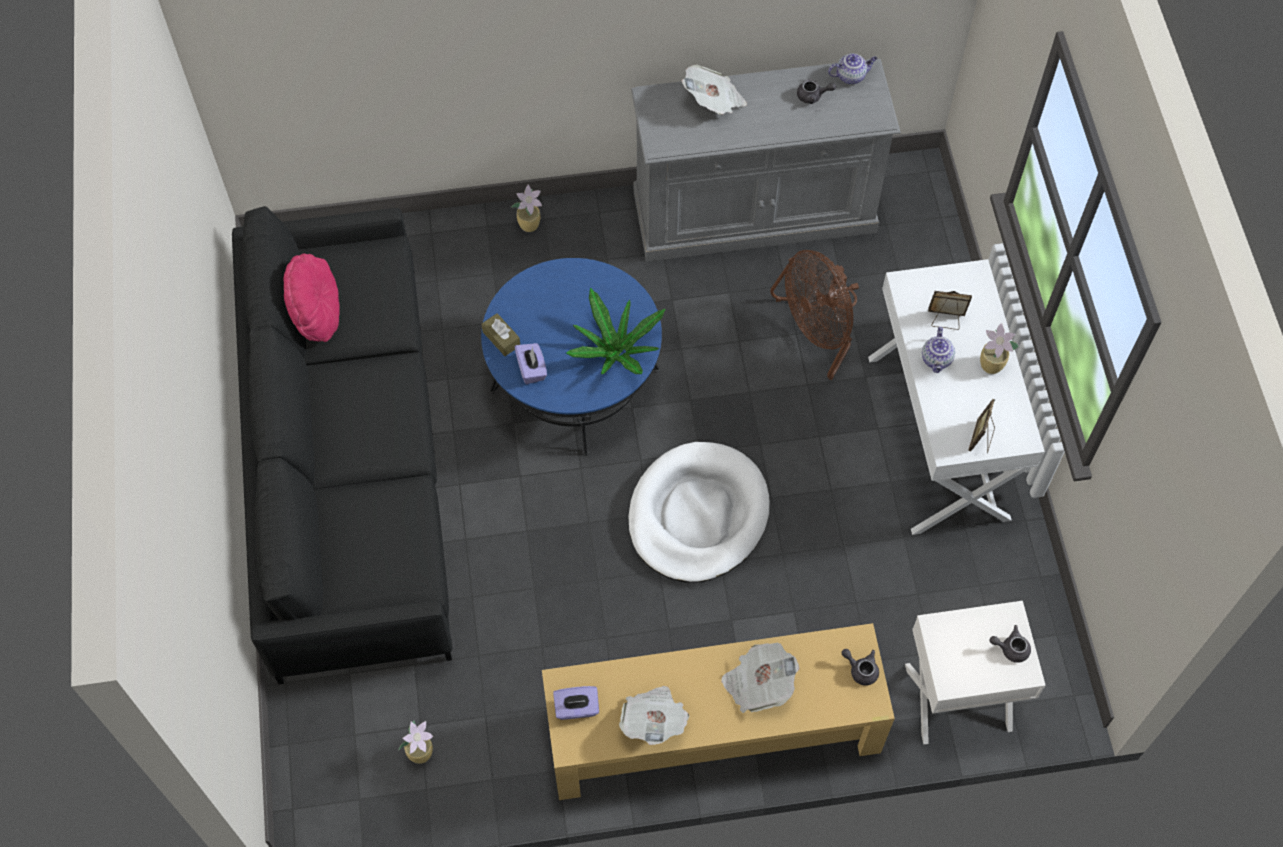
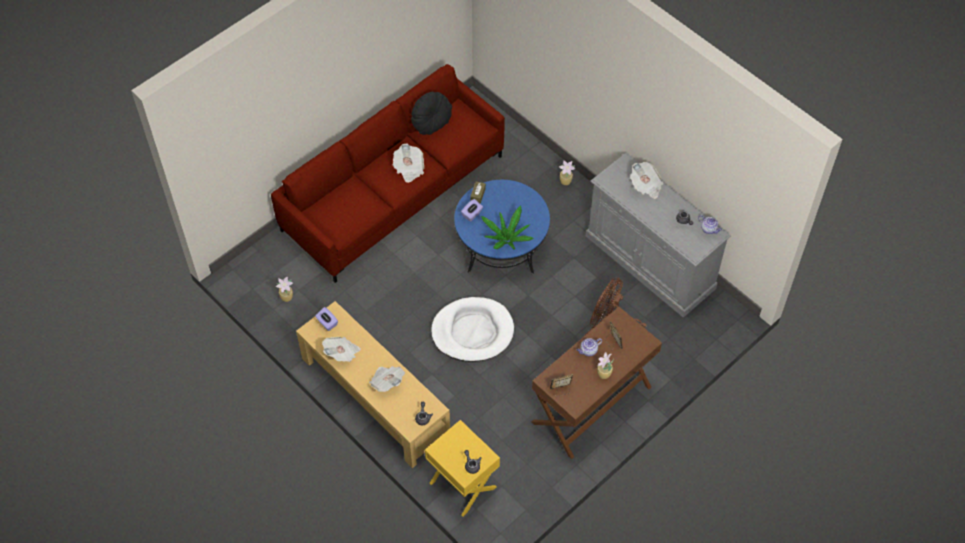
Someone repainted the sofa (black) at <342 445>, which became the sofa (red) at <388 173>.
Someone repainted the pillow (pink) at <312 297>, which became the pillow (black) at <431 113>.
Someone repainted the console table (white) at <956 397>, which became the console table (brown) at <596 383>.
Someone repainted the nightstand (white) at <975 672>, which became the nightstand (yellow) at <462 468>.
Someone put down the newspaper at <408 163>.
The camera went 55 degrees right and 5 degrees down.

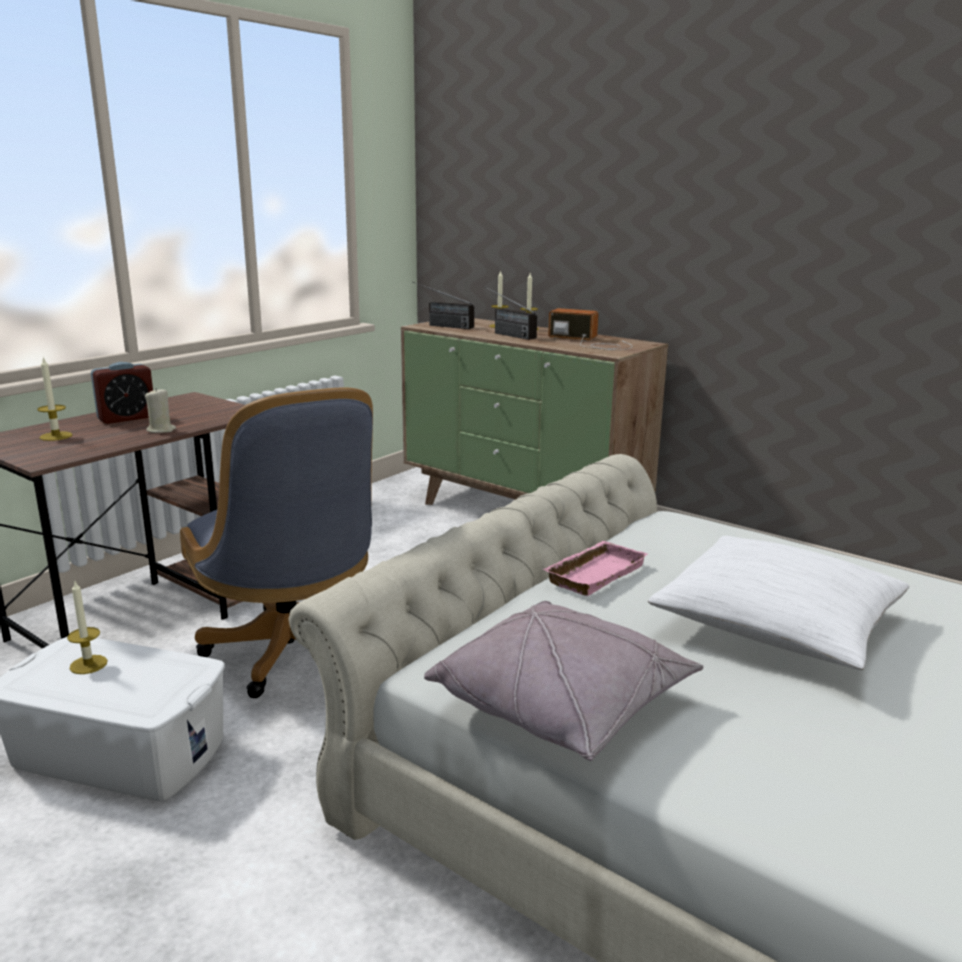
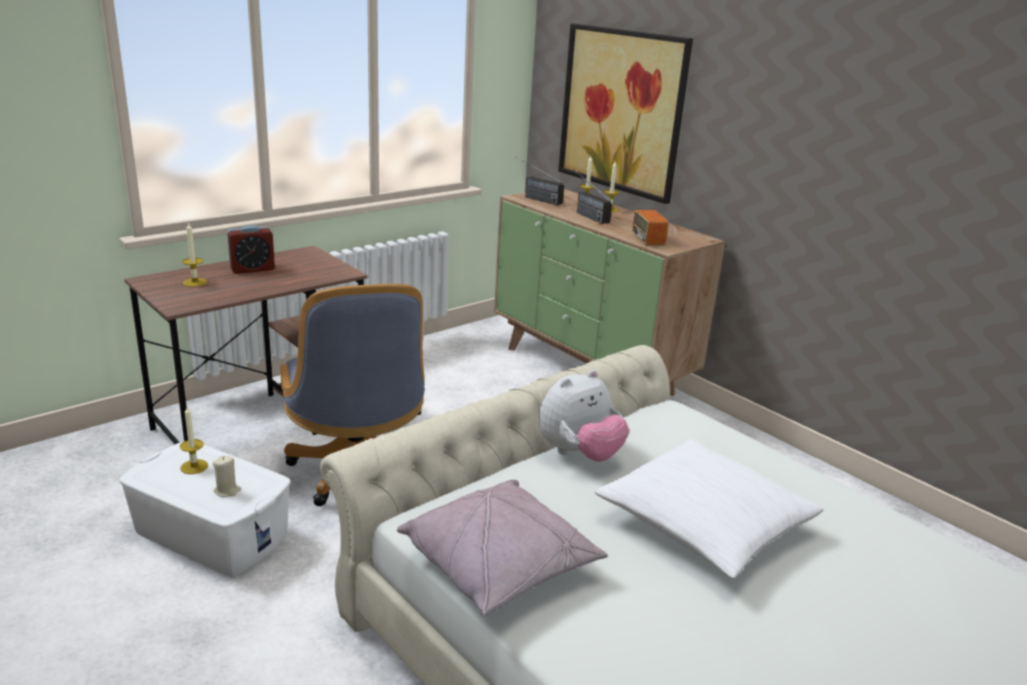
Someone carried the candle (beige) from <160 410> to <227 476>.
Someone swapped the tray (pink) at <594 568> for the plush toy at <584 416>.
Someone rotated the radio at <590 329> by 135 degrees counterclockwise.
Someone put up the picture at <625 114>.
The camera went 10 degrees right and 5 degrees up.

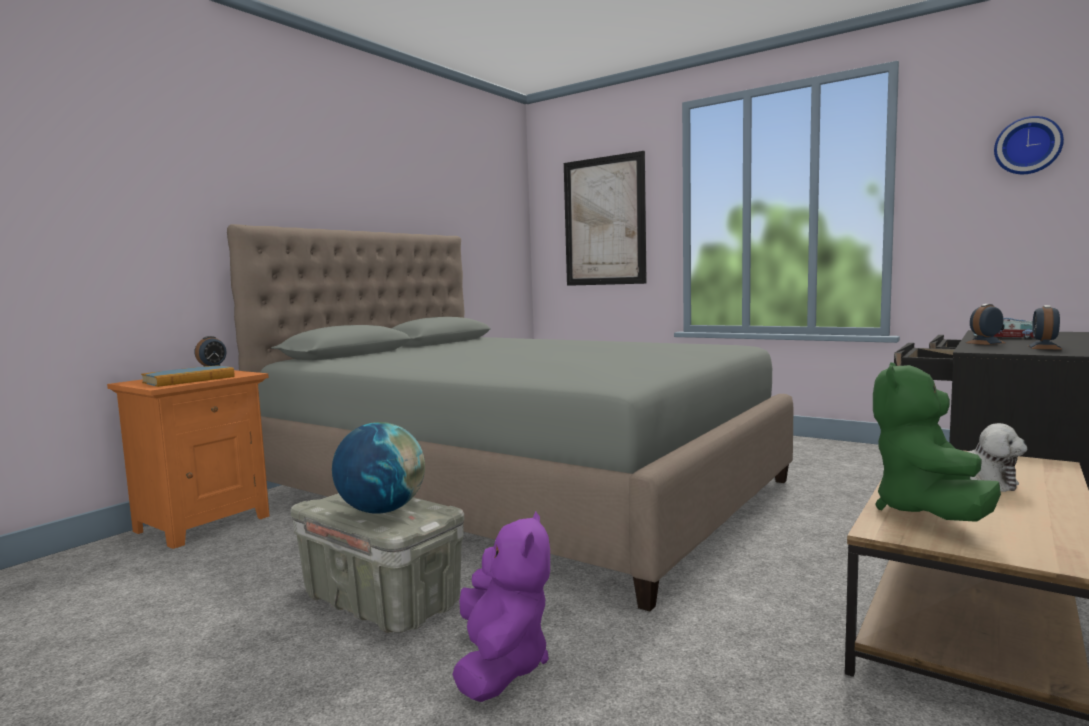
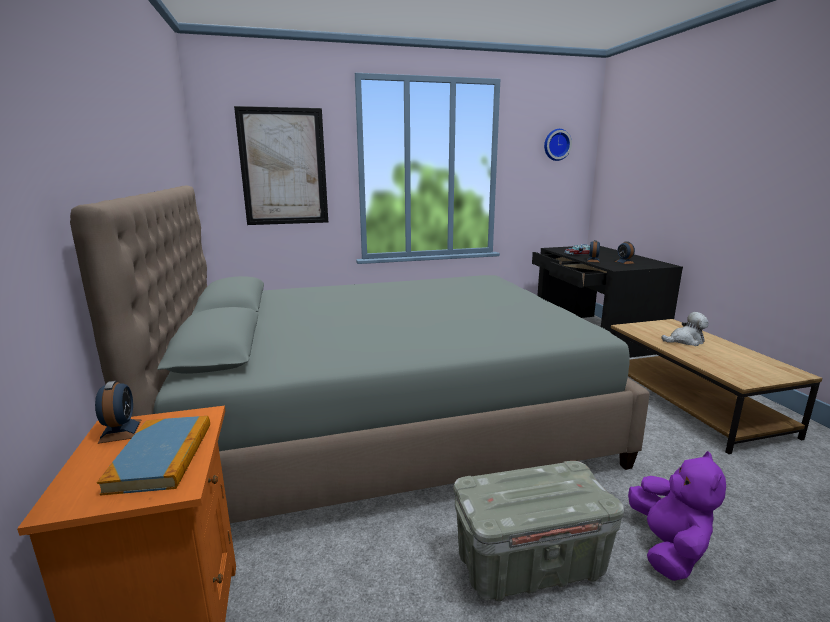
Someone took away the globe at <378 468>.
Someone rotated the plush toy (purple) at <501 606> by 60 degrees clockwise.
Someone took away the plush toy (green) at <937 442>.
The camera went 50 degrees left and 10 degrees up.

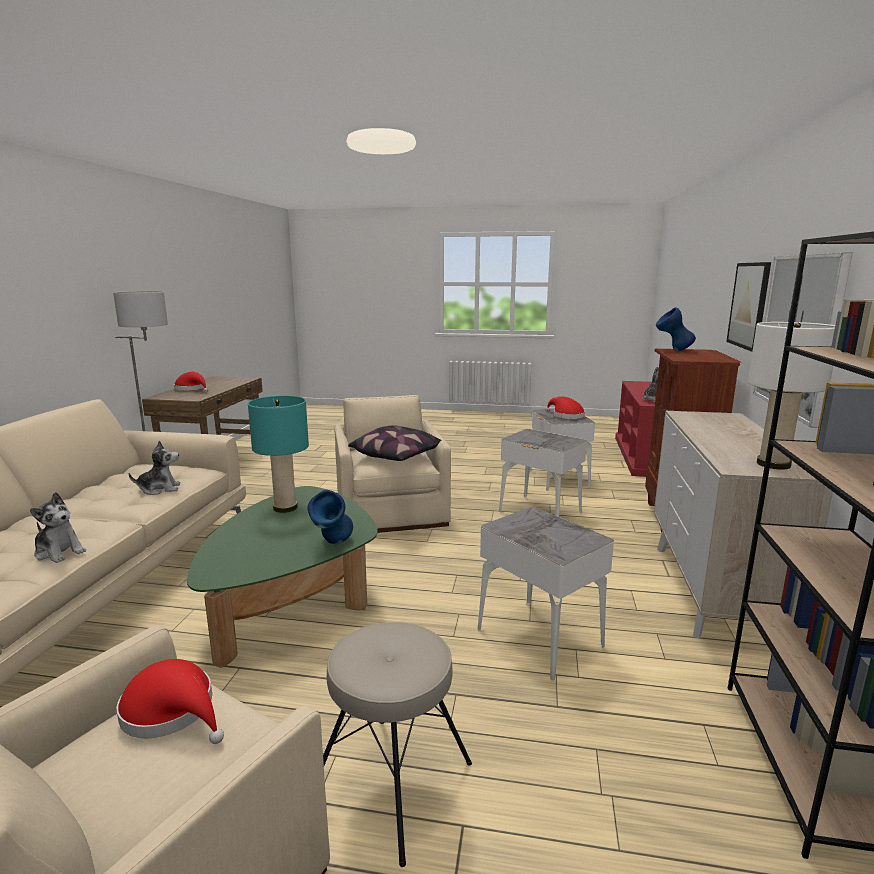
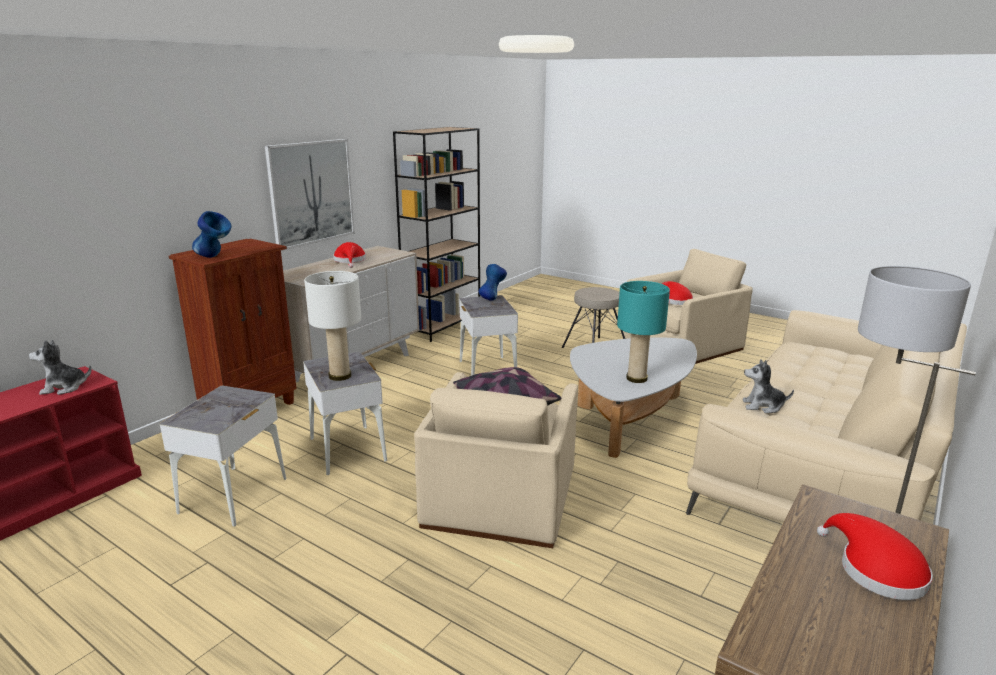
Someone took away the plush toy at <58 527>.
Someone repainted the coffee table (green) at <282 577>, which became the coffee table (white) at <633 397>.
Someone carried the vase (blue) from <330 517> to <492 282>.
Someone carried the hat (red) from <565 407> to <349 255>.
Someone took away the picture at <748 307>.
Someone carried the table lamp (white) from <791 396> to <332 326>.
The camera went 155 degrees left and 5 degrees up.

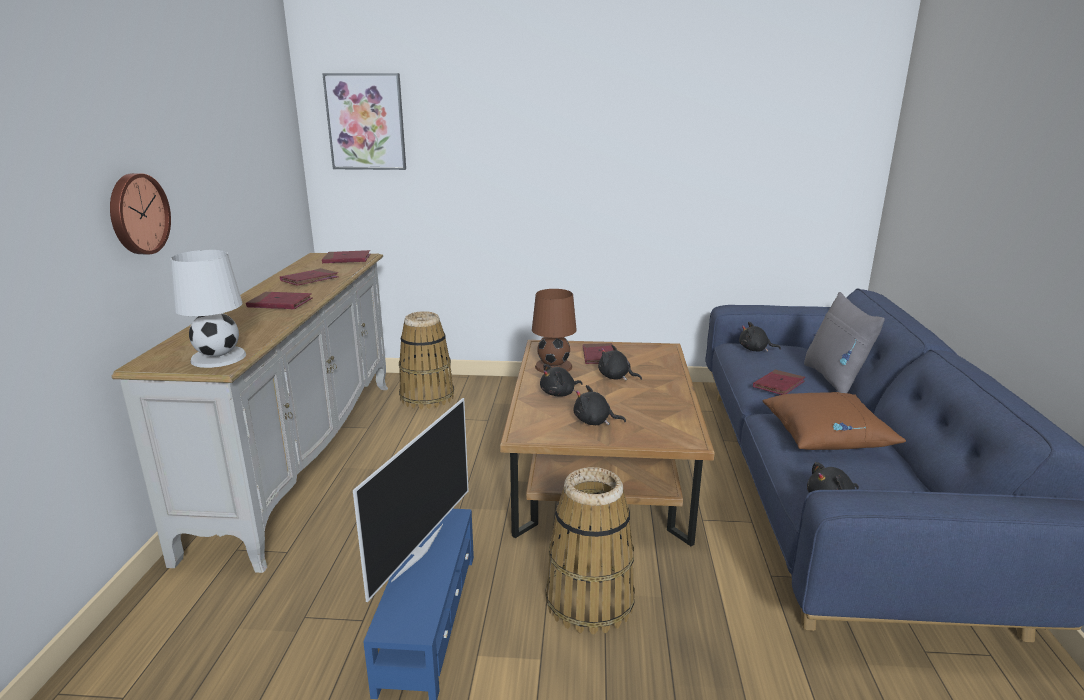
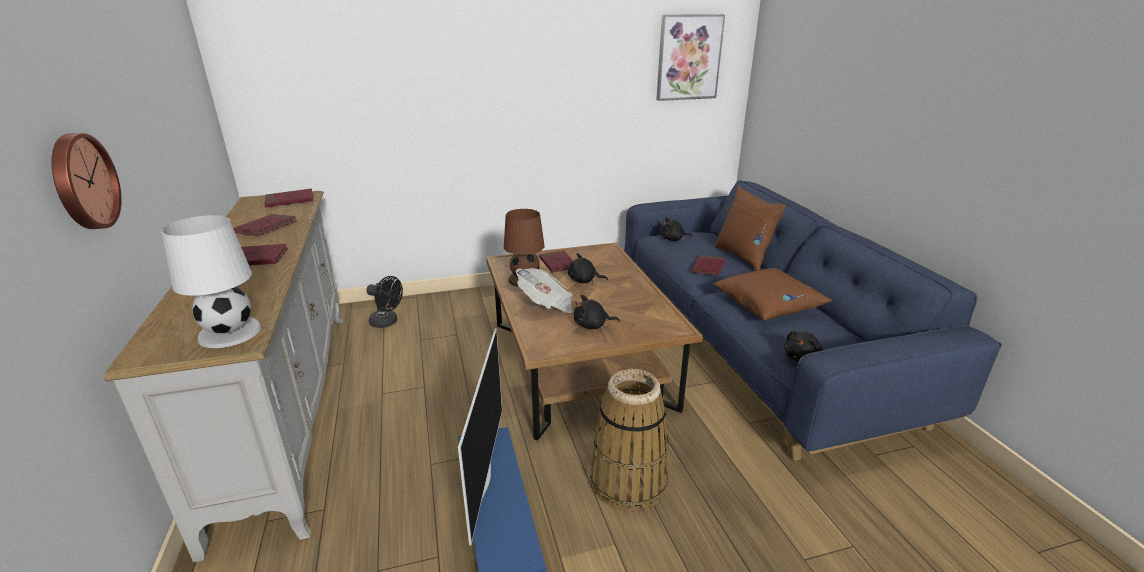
Someone carried the picture from <364 121> to <691 57>.
Someone swapped the basket at <426 360> for the fan (black) at <385 302>.
Someone swapped the plush toy (black) at <561 380> for the newspaper at <544 290>.
Someone repainted the pillow (grey) at <844 342>, which became the pillow (brown) at <750 228>.
The camera went 20 degrees left and 5 degrees up.

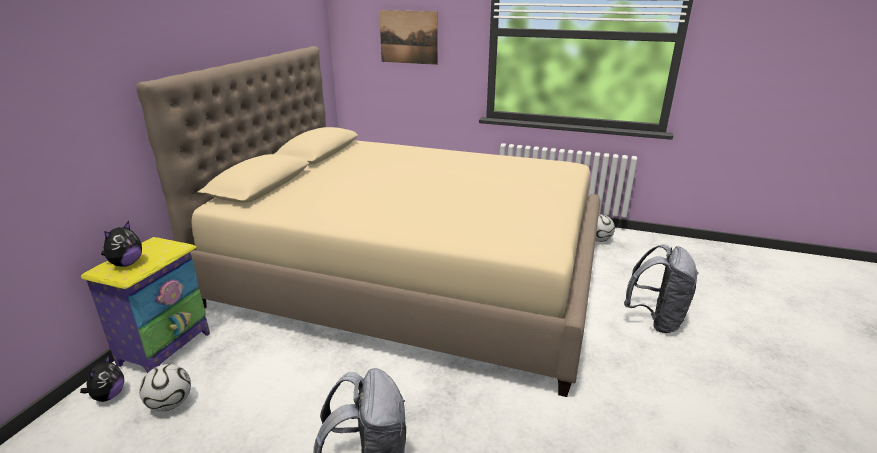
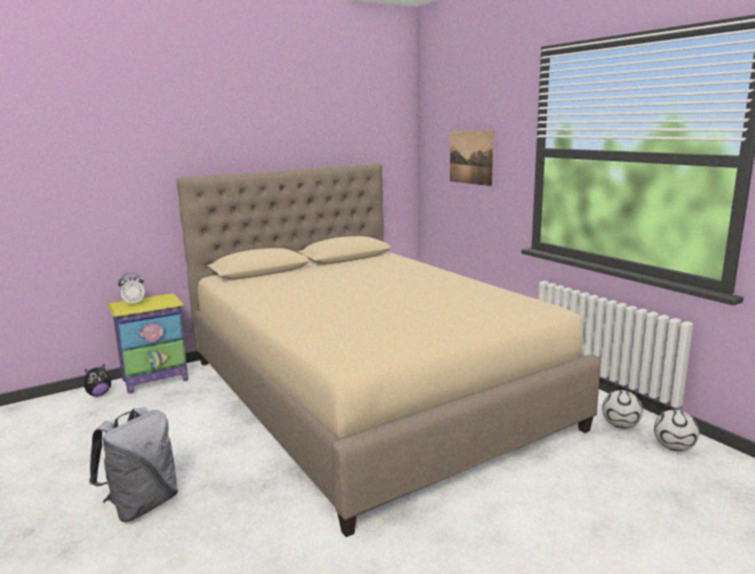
Someone swapped the plush toy at <121 244> for the alarm clock at <131 289>.
Someone carried the football from <165 388> to <676 430>.
Someone took away the backpack (grey) at <661 288>.
The camera went 40 degrees right and 10 degrees down.

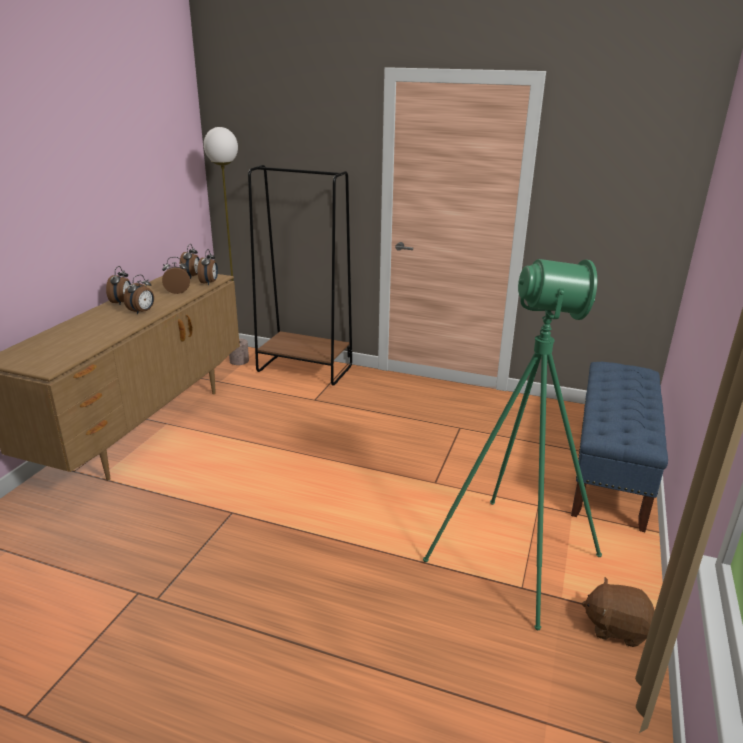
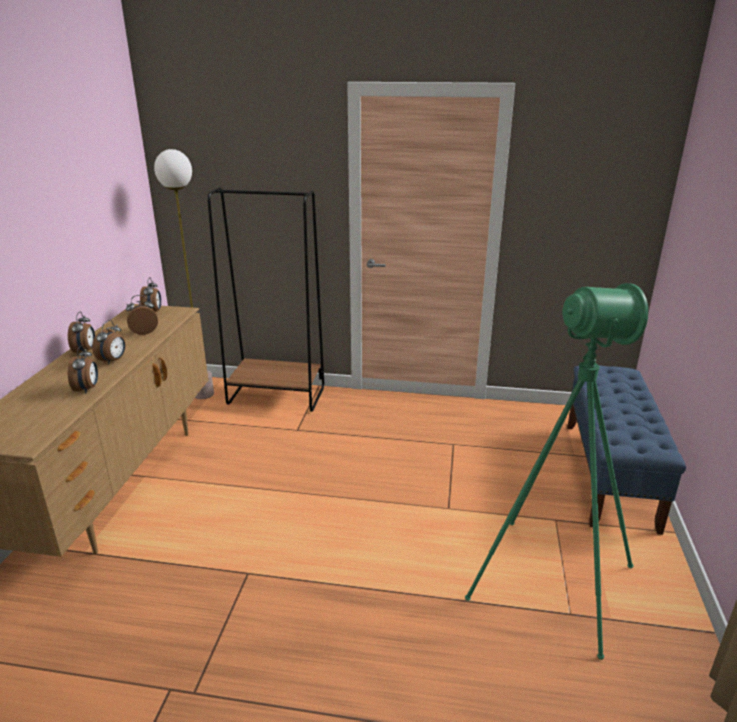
Someone carried the alarm clock from <208 267> to <83 369>.
Someone took away the plush toy (brown) at <618 612>.
The camera went 10 degrees left and 0 degrees up.

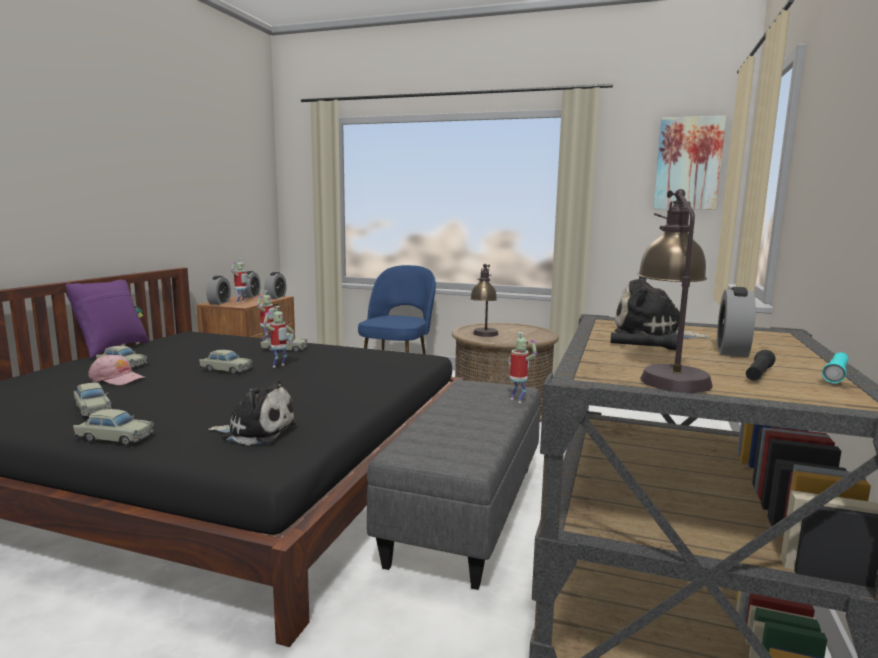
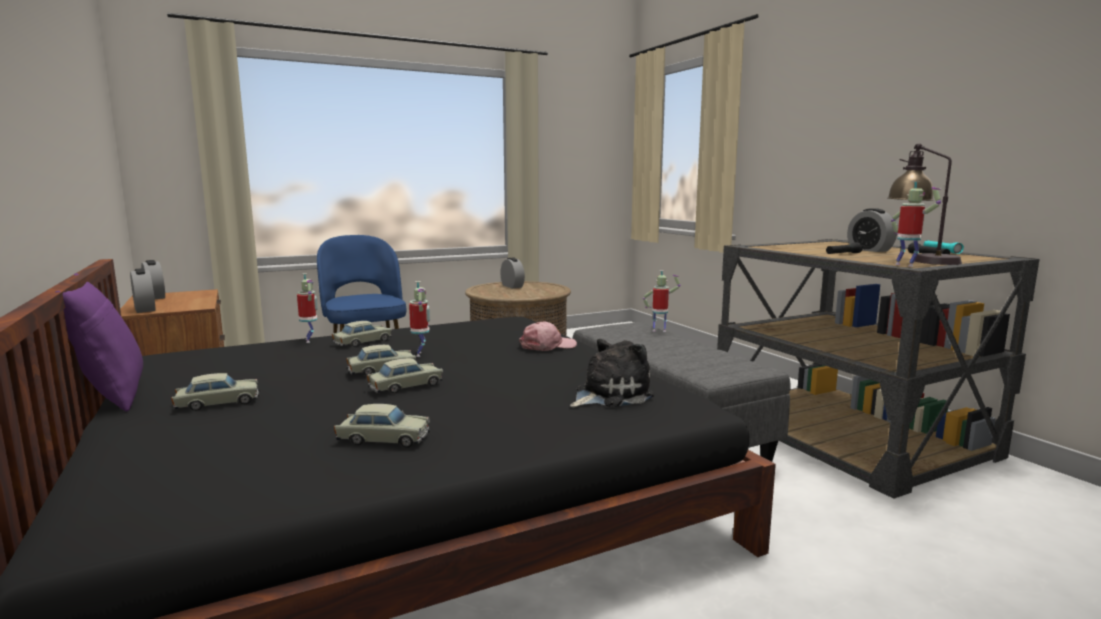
Someone carried the toy car (beige) from <113 427> to <405 375>.
Someone carried the cap (pink) from <117 369> to <548 336>.
Someone carried the toy robot from <241 281> to <916 224>.
Someone carried the alarm clock from <275 285> to <512 273>.
Someone took away the table lamp at <484 300>.
Someone took away the plush toy at <662 308>.
Someone took away the picture at <689 163>.
The camera went 45 degrees left and 0 degrees up.

